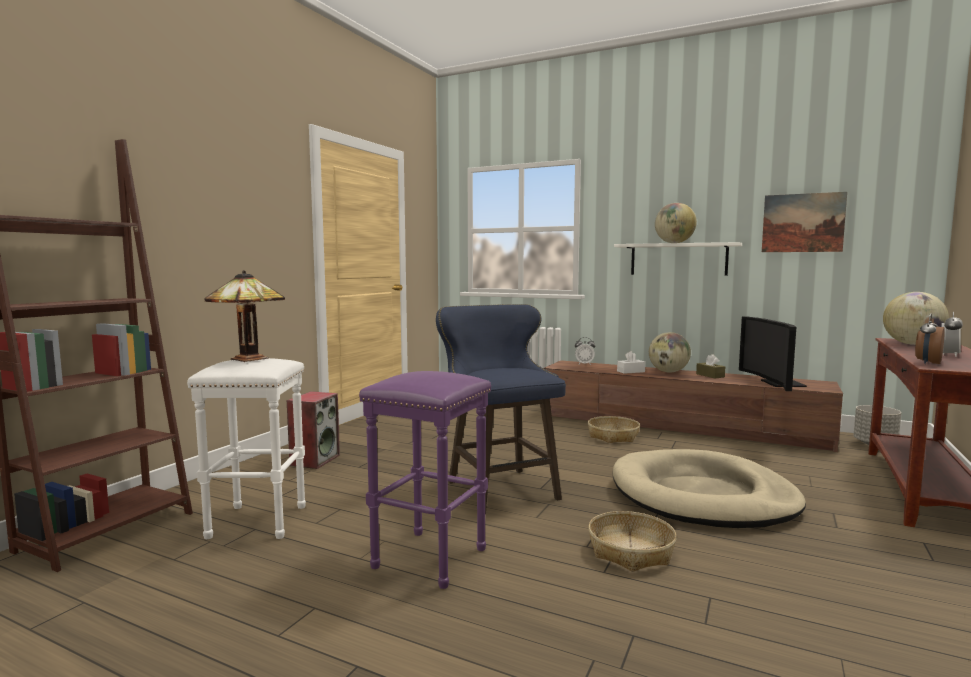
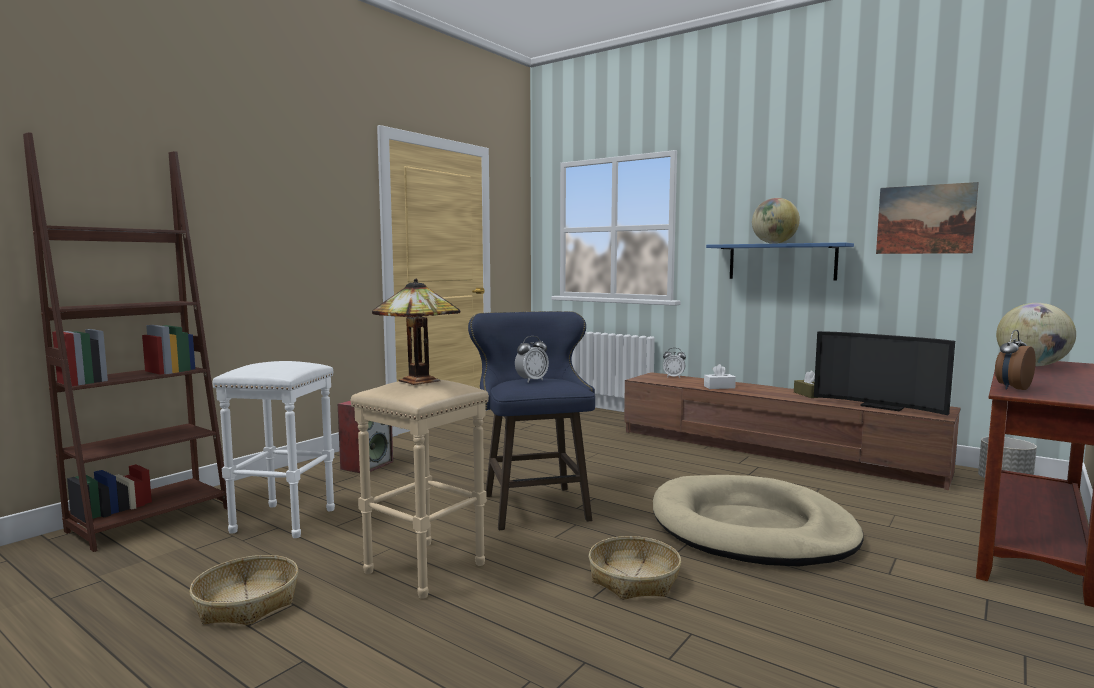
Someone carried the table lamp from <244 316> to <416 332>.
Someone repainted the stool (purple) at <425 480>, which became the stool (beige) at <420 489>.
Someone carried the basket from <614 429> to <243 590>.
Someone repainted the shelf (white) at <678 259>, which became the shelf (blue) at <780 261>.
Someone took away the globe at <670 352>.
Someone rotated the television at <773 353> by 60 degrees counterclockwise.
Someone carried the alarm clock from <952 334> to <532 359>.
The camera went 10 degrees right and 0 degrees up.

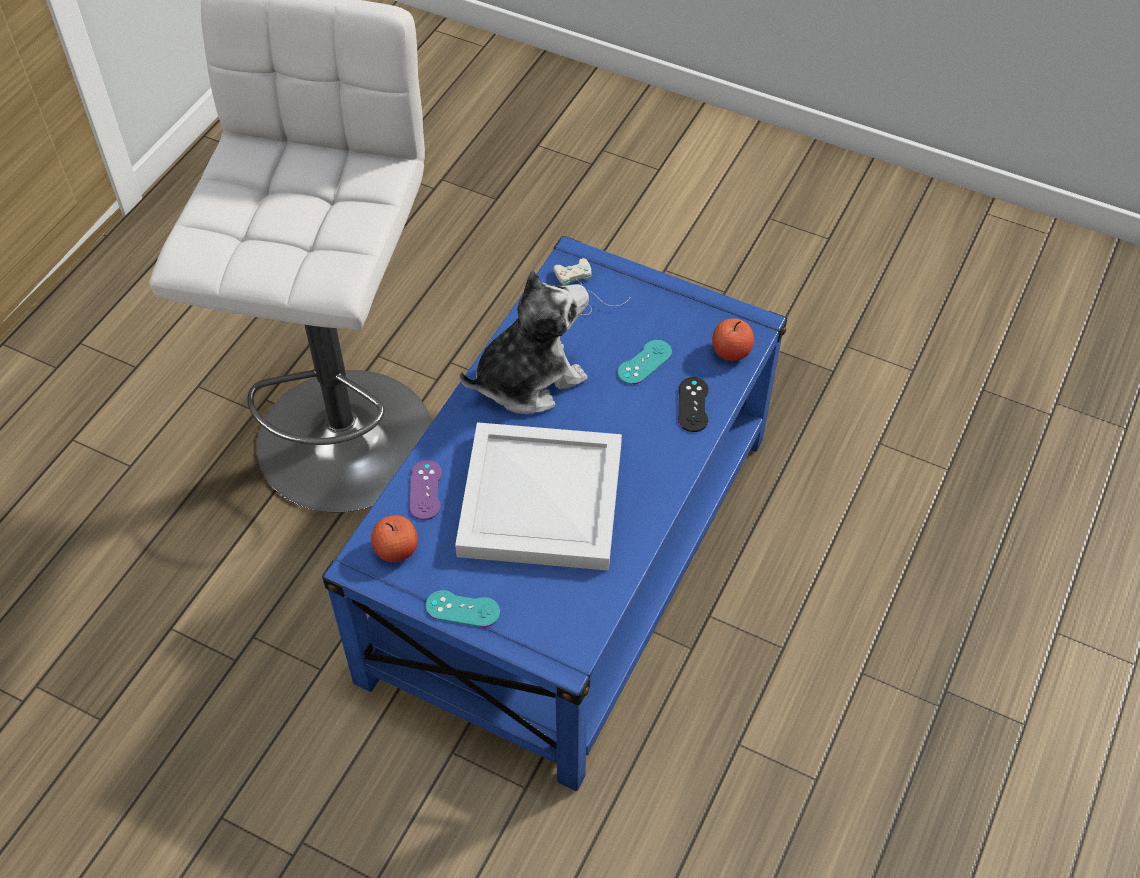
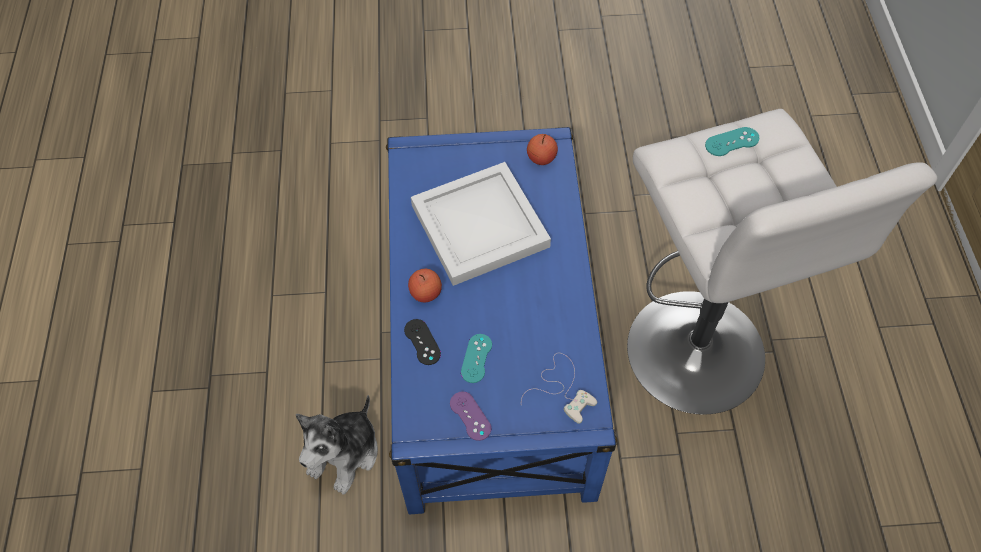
Someone carried the game controller (purple) from <425 490> to <470 416>.
Someone carried the game controller (turquoise) from <462 608> to <732 141>.
Someone carried the plush toy from <524 342> to <337 445>.
Someone carried the apple from <733 339> to <425 285>.
The camera went 150 degrees right and 5 degrees up.

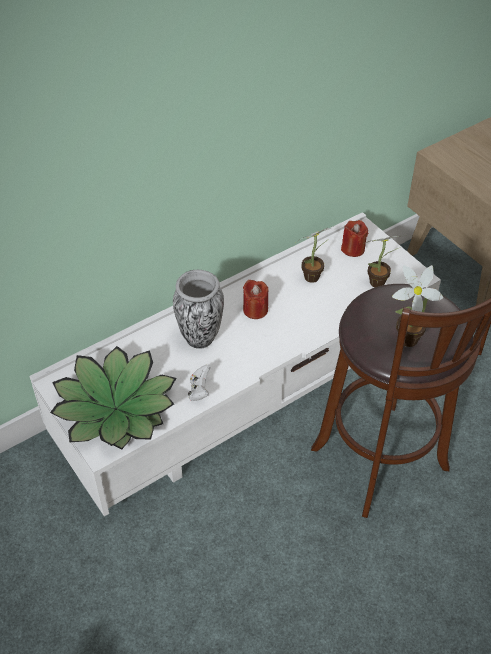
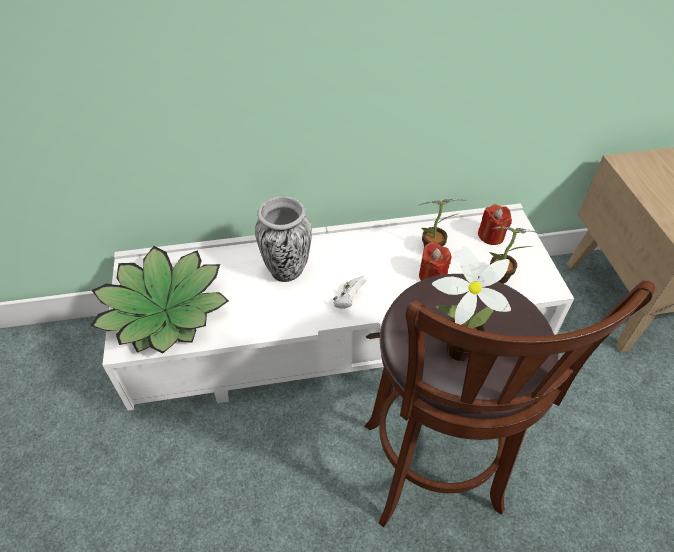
Someone carried the game controller (white) from <199 383> to <350 292>.
Someone carried the candle (red) from <256 299> to <435 261>.
The camera went 25 degrees right and 0 degrees up.

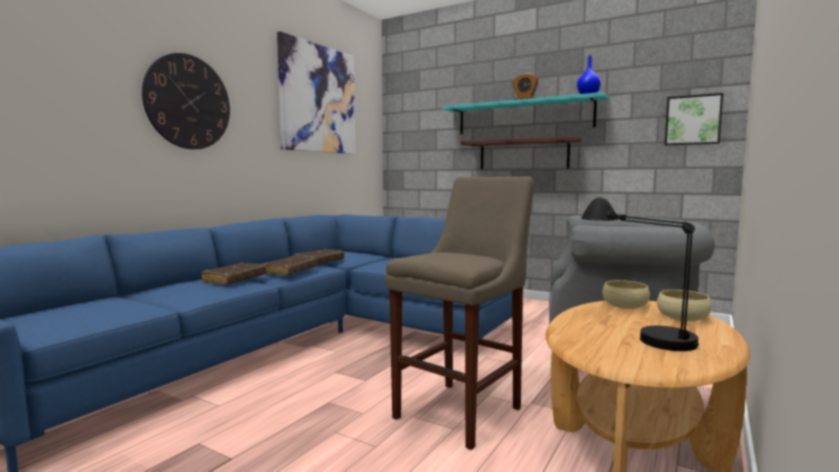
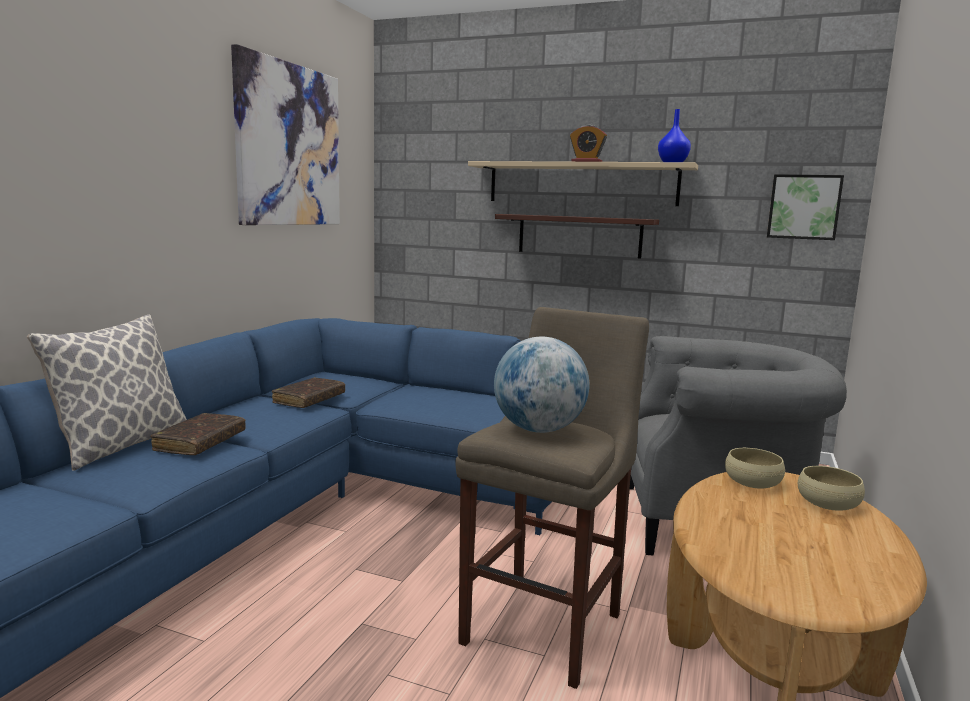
Someone took away the wall clock at <186 101>.
Someone took away the book (brown) at <289 266>.
Someone repainted the shelf (turquoise) at <525 113>, which became the shelf (beige) at <583 183>.
Someone took away the table lamp (black) at <640 274>.
Someone put down the pillow at <107 392>.
Someone put down the globe at <541 384>.
The camera went 10 degrees left and 5 degrees up.

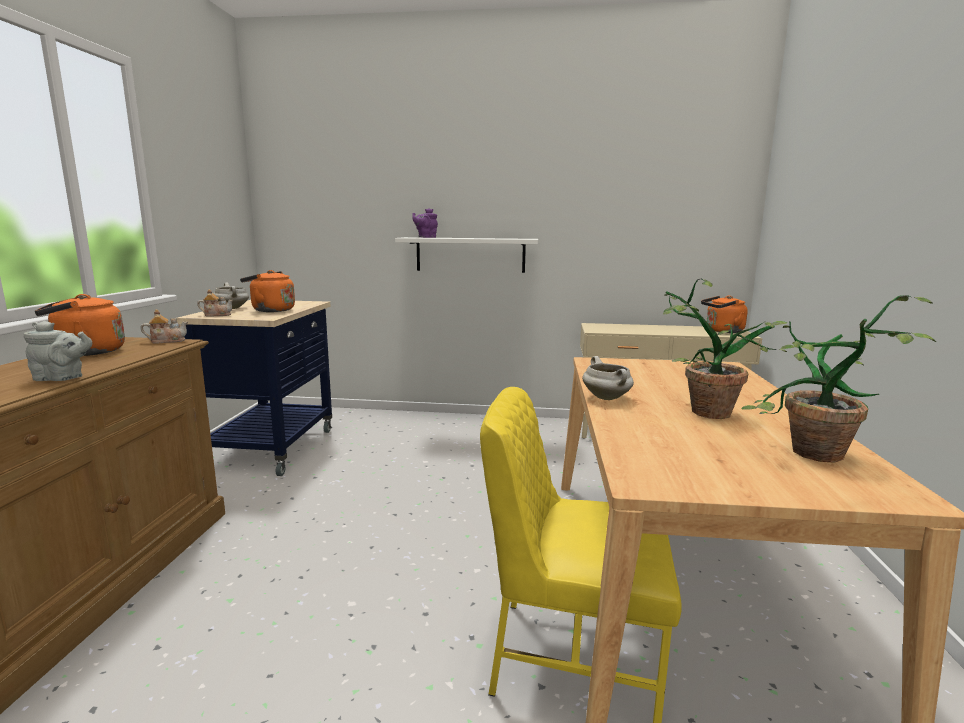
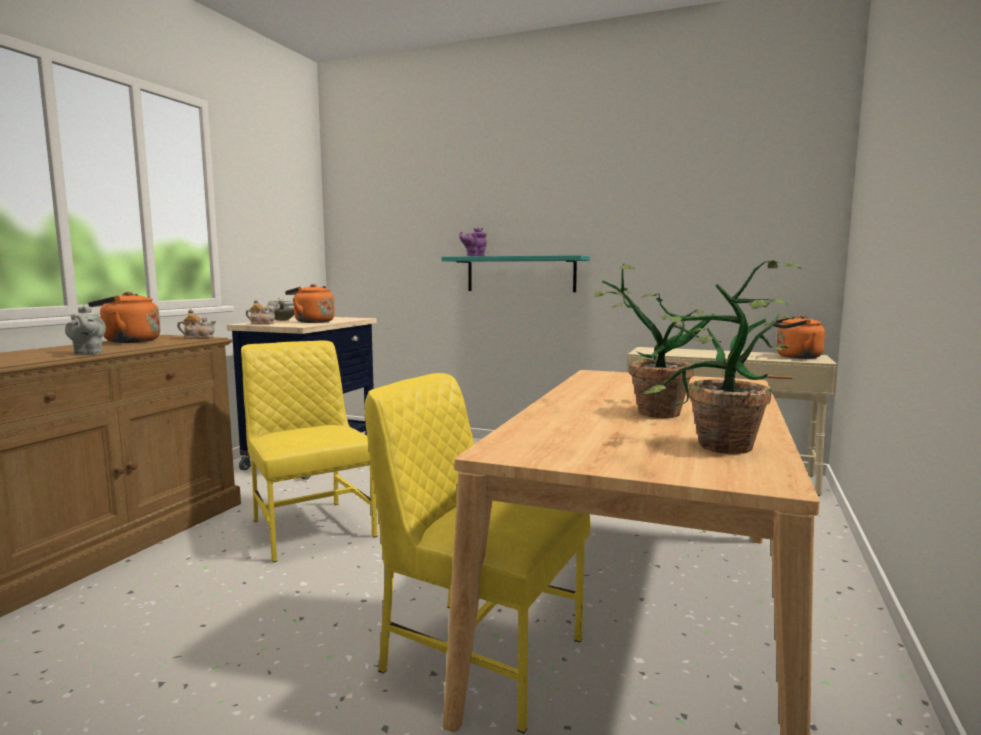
Someone rotated the teapot (grey) at <58 351> by 45 degrees clockwise.
Someone repainted the shelf (white) at <466 255>, which became the shelf (turquoise) at <515 273>.
Someone took away the cooking pot (white) at <608 378>.
Someone put down the chair (yellow) at <309 451>.
The camera went 15 degrees right and 5 degrees down.

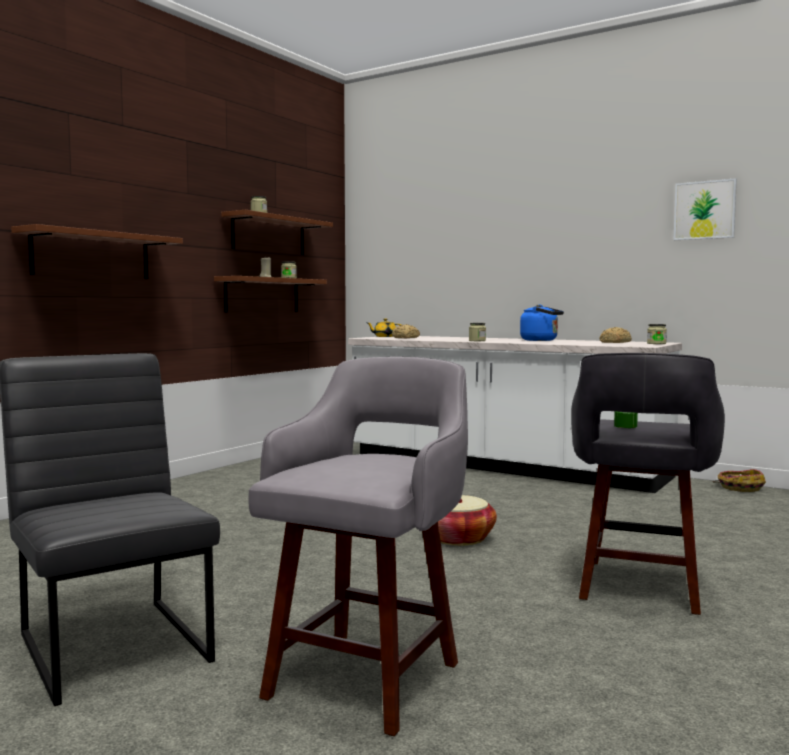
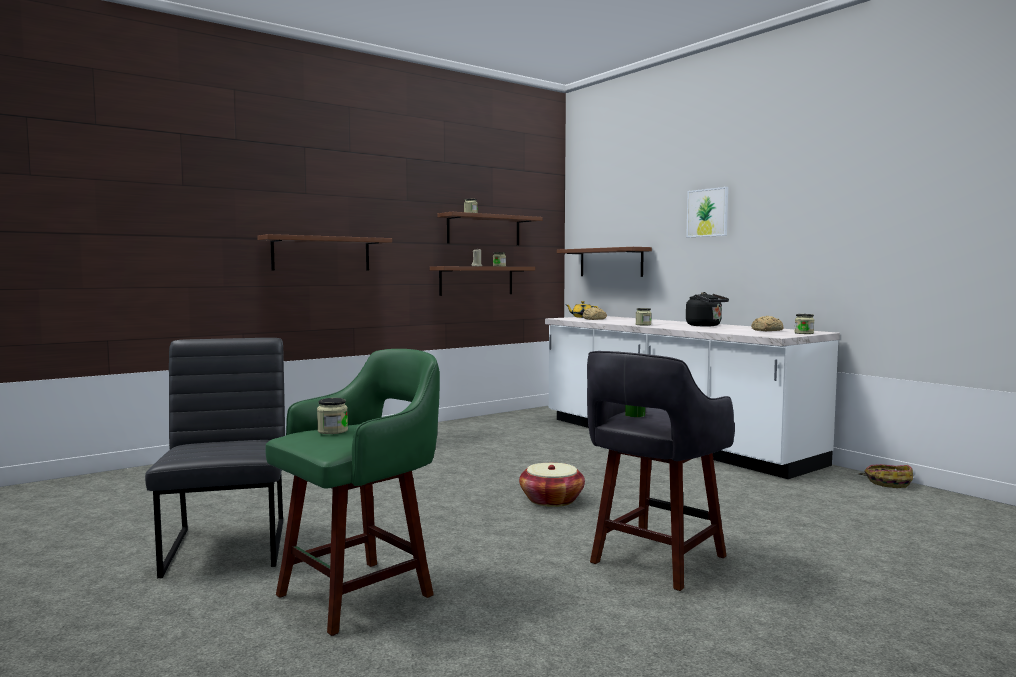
Someone repainted the stool (grey) at <358 546>, which became the stool (green) at <353 492>.
Someone repainted the kettle (blue) at <542 322>, which became the kettle (black) at <707 309>.
Someone carried the picture from <705 209> to <707 212>.
Someone put down the jar at <332 416>.
Someone put up the shelf (brown) at <604 262>.
The camera went 20 degrees right and 0 degrees up.

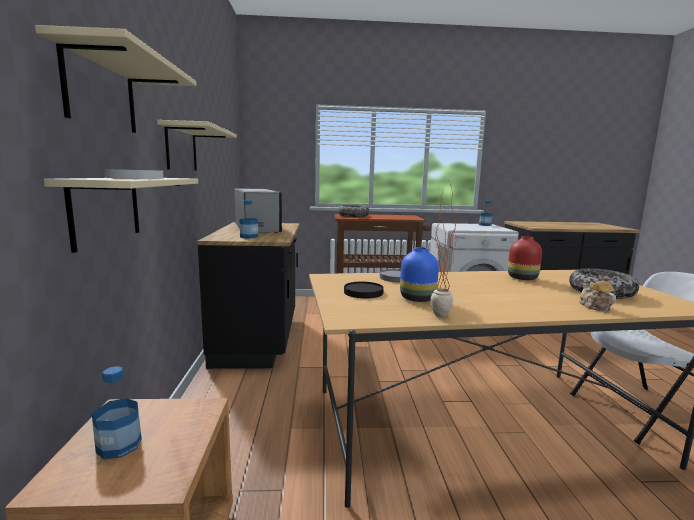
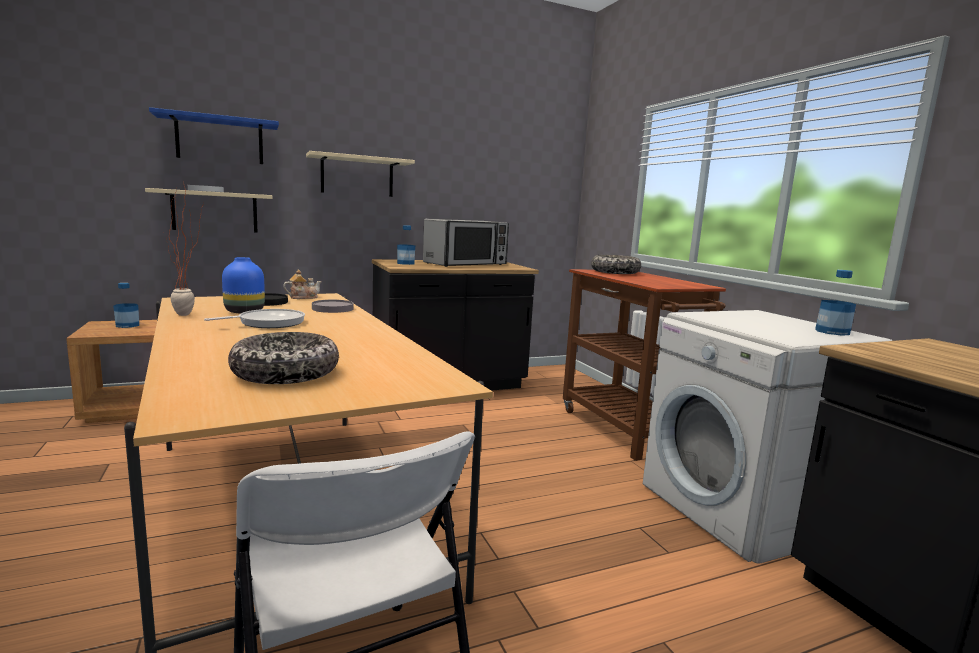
Someone repainted the shelf (beige) at <116 79>, which became the shelf (blue) at <214 135>.
Someone took away the vase (red) at <525 258>.
Someone carried the teapot from <597 293> to <302 284>.
Someone put down the frying pan at <254 318>.
The camera went 70 degrees right and 0 degrees up.

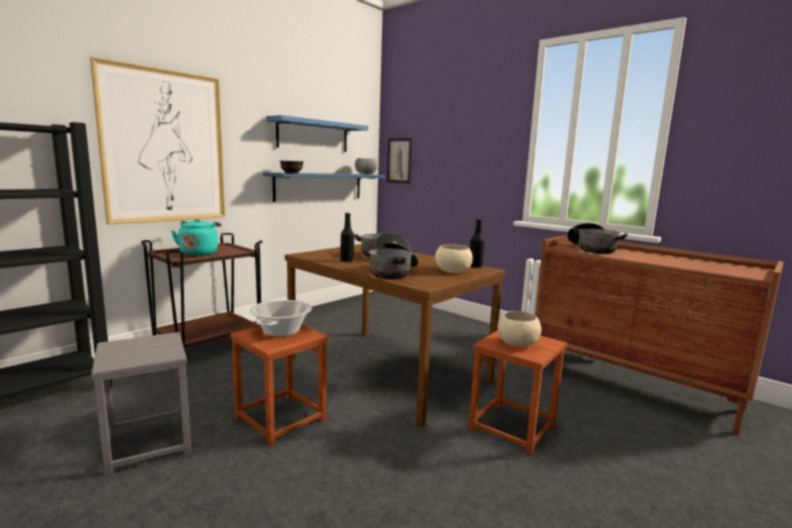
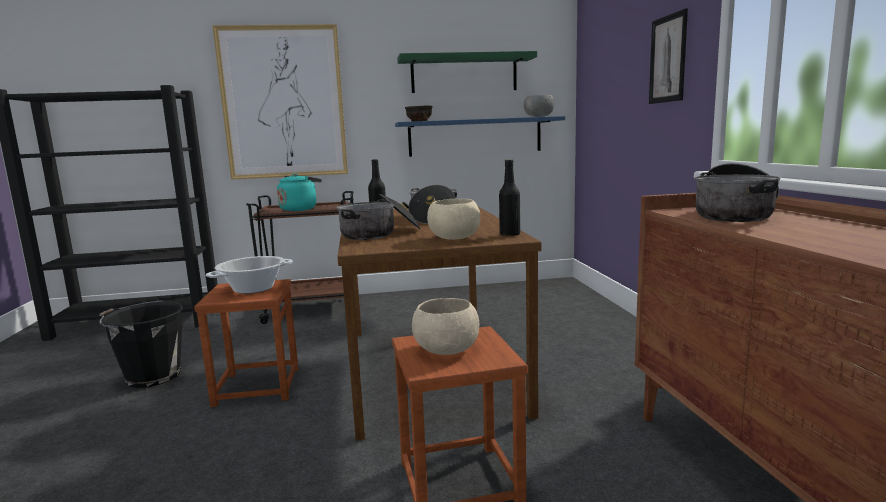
Someone swapped the stool (grey) at <141 404> for the bucket (black) at <141 344>.
Someone repainted the shelf (blue) at <317 133>, which became the shelf (green) at <467 72>.
Someone carried the picture from <399 161> to <668 56>.
The camera went 40 degrees right and 0 degrees up.

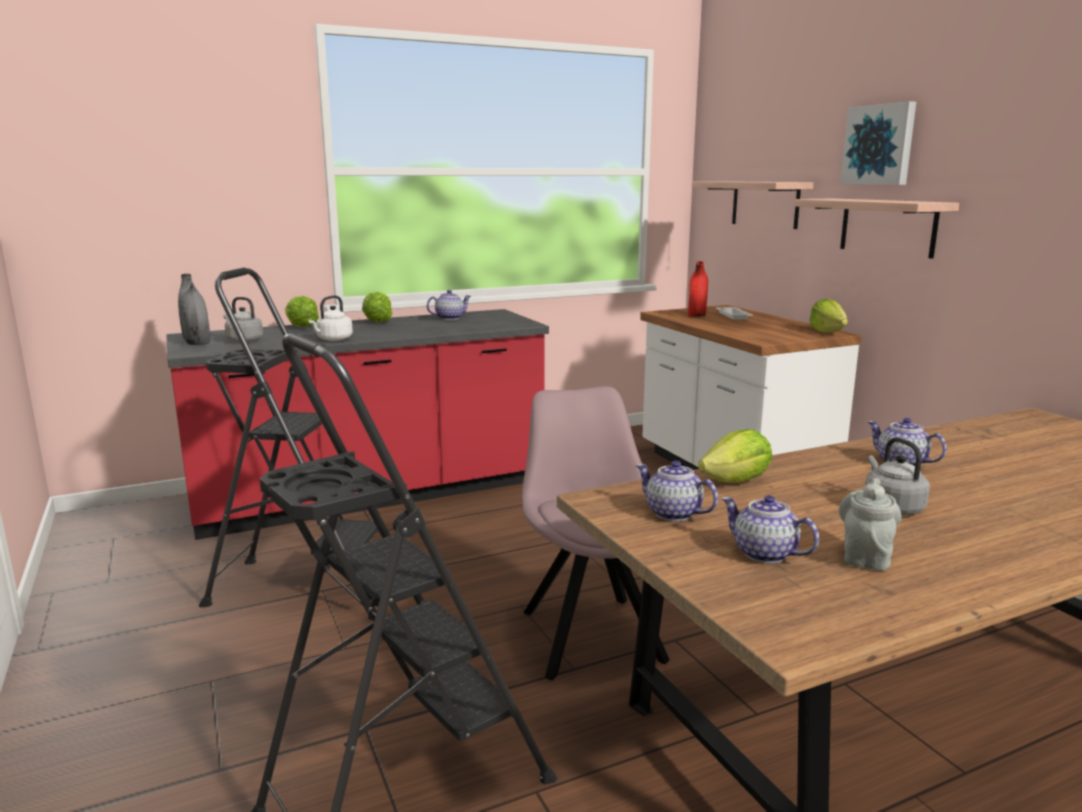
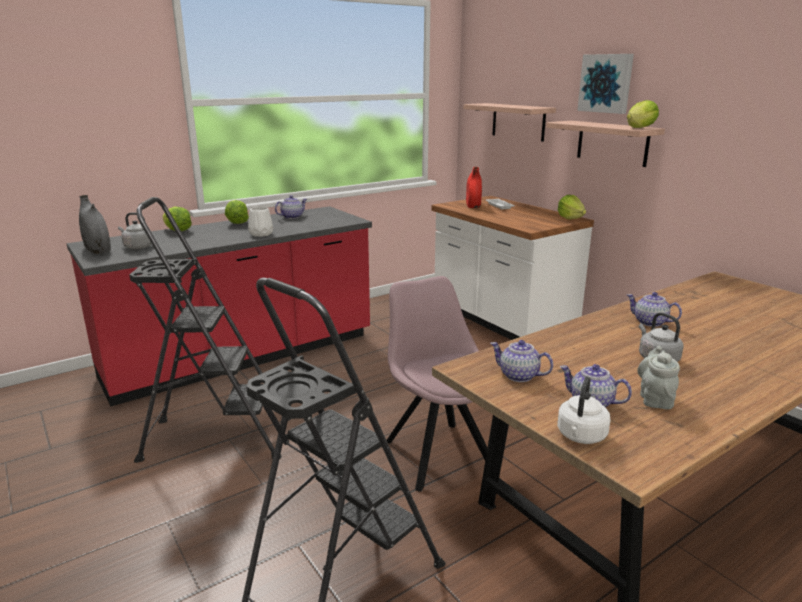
Someone carried the kettle (white) from <330 318> to <584 410>.
Someone carried the lettuce from <735 456> to <643 114>.
Someone put down the vase (white) at <260 222>.
The camera went 10 degrees left and 5 degrees up.

